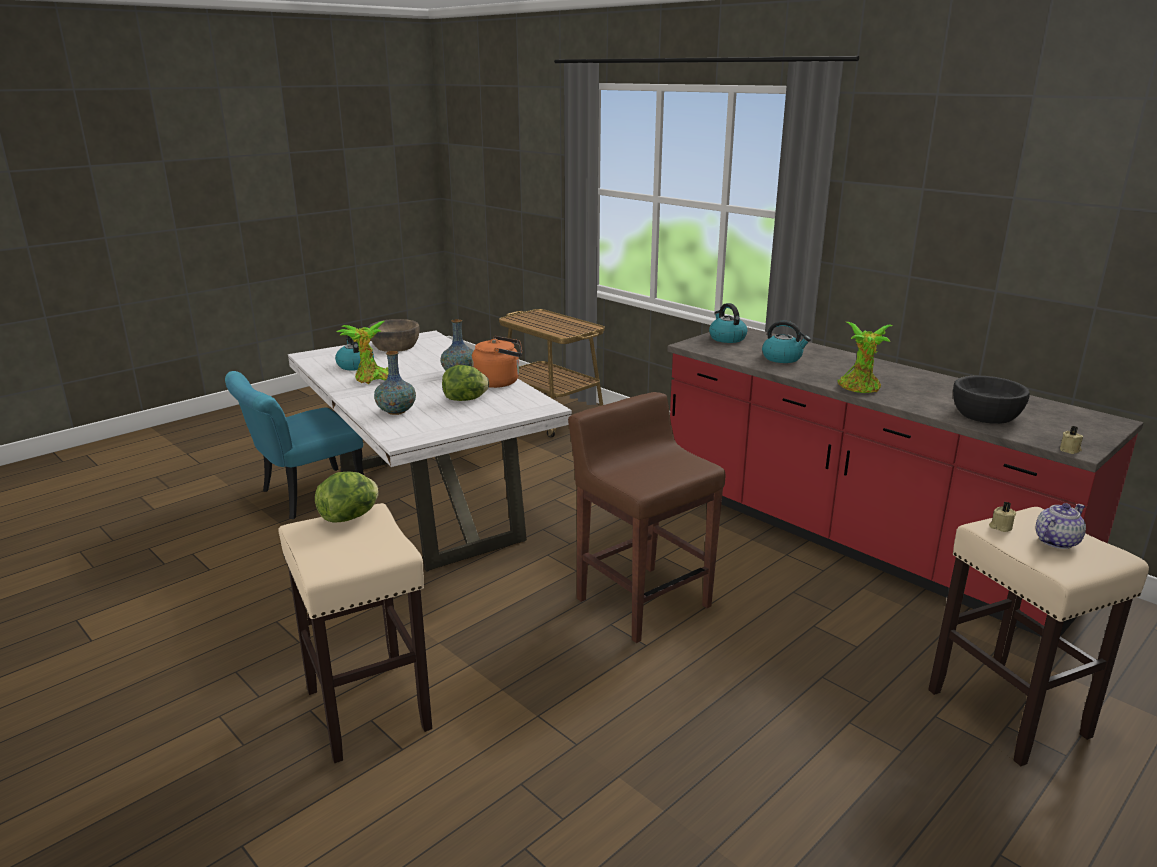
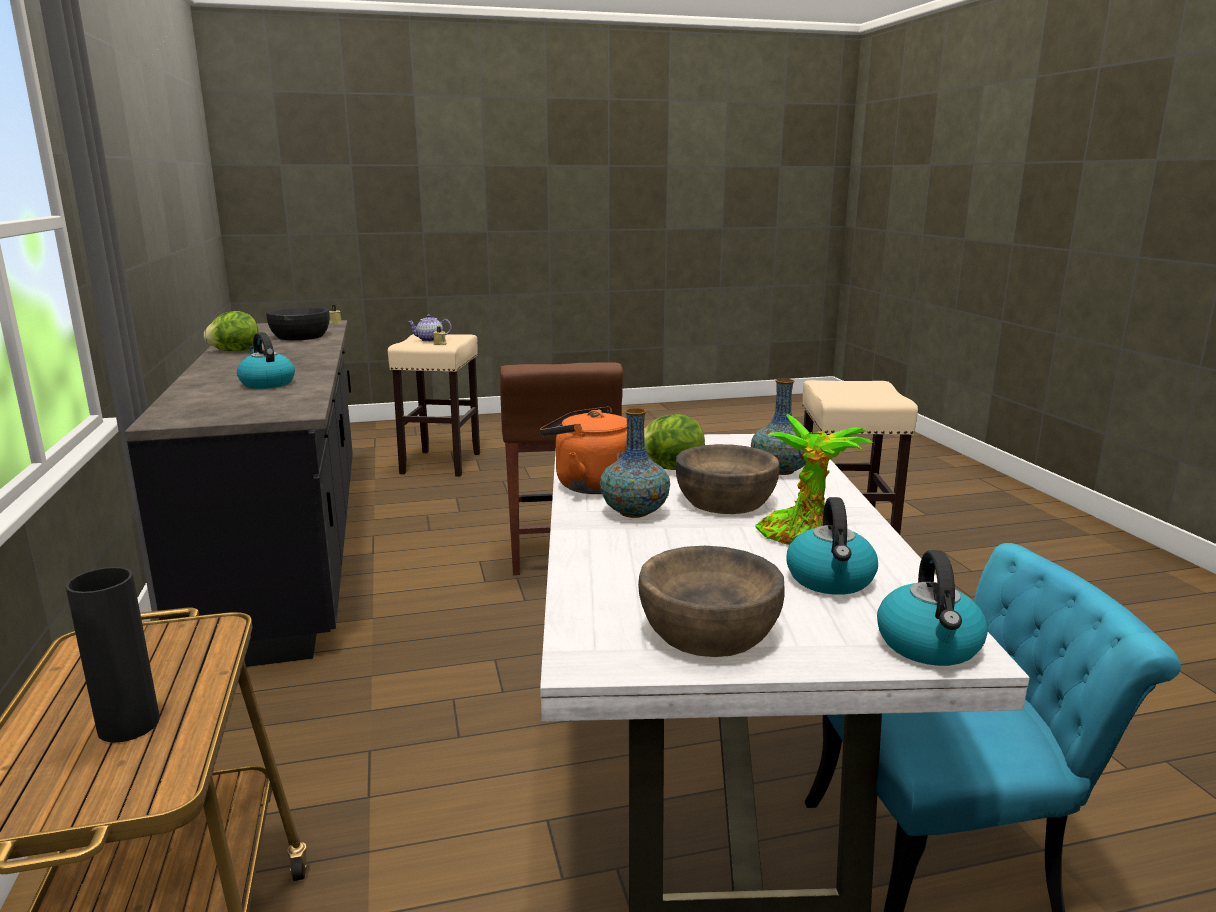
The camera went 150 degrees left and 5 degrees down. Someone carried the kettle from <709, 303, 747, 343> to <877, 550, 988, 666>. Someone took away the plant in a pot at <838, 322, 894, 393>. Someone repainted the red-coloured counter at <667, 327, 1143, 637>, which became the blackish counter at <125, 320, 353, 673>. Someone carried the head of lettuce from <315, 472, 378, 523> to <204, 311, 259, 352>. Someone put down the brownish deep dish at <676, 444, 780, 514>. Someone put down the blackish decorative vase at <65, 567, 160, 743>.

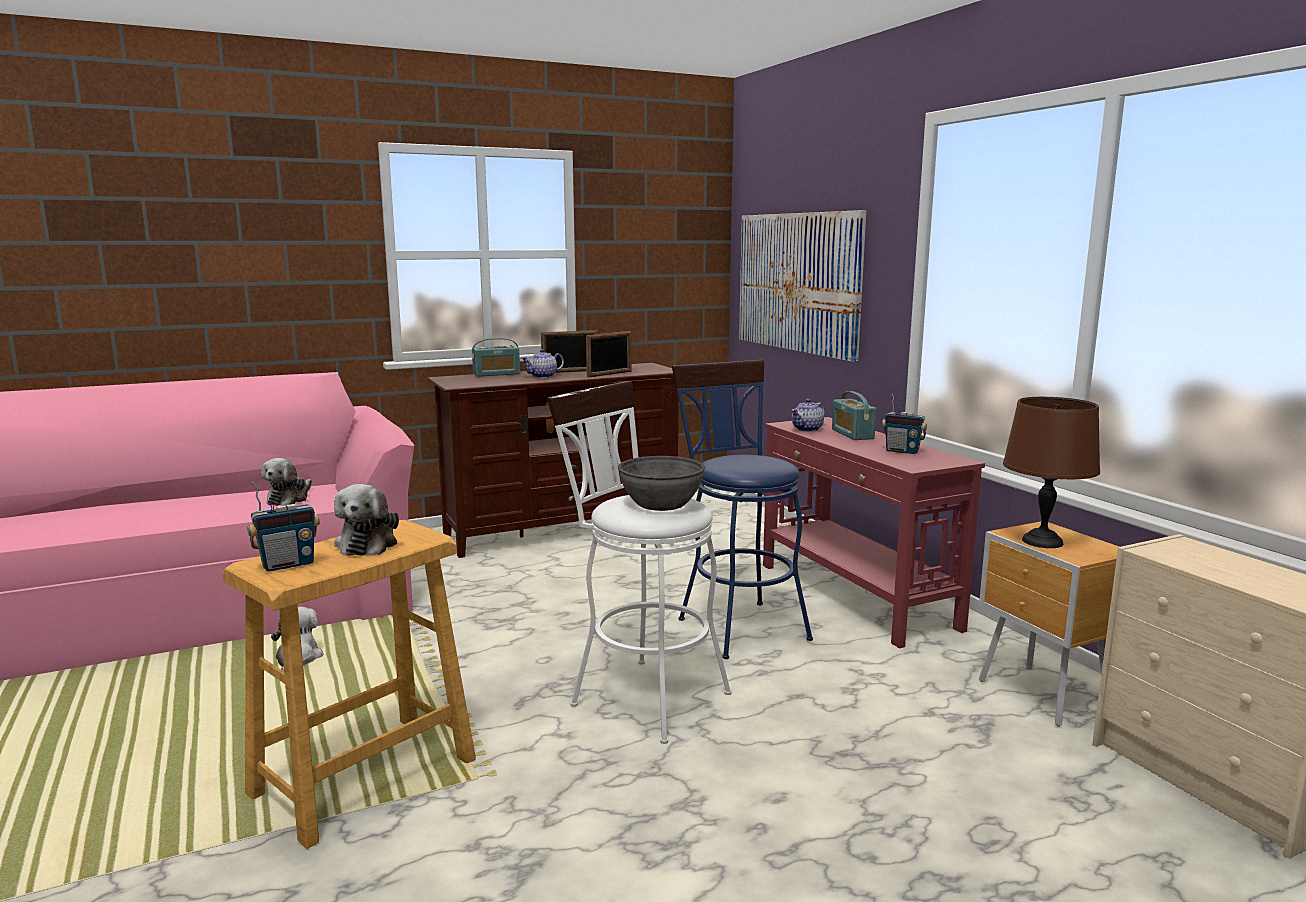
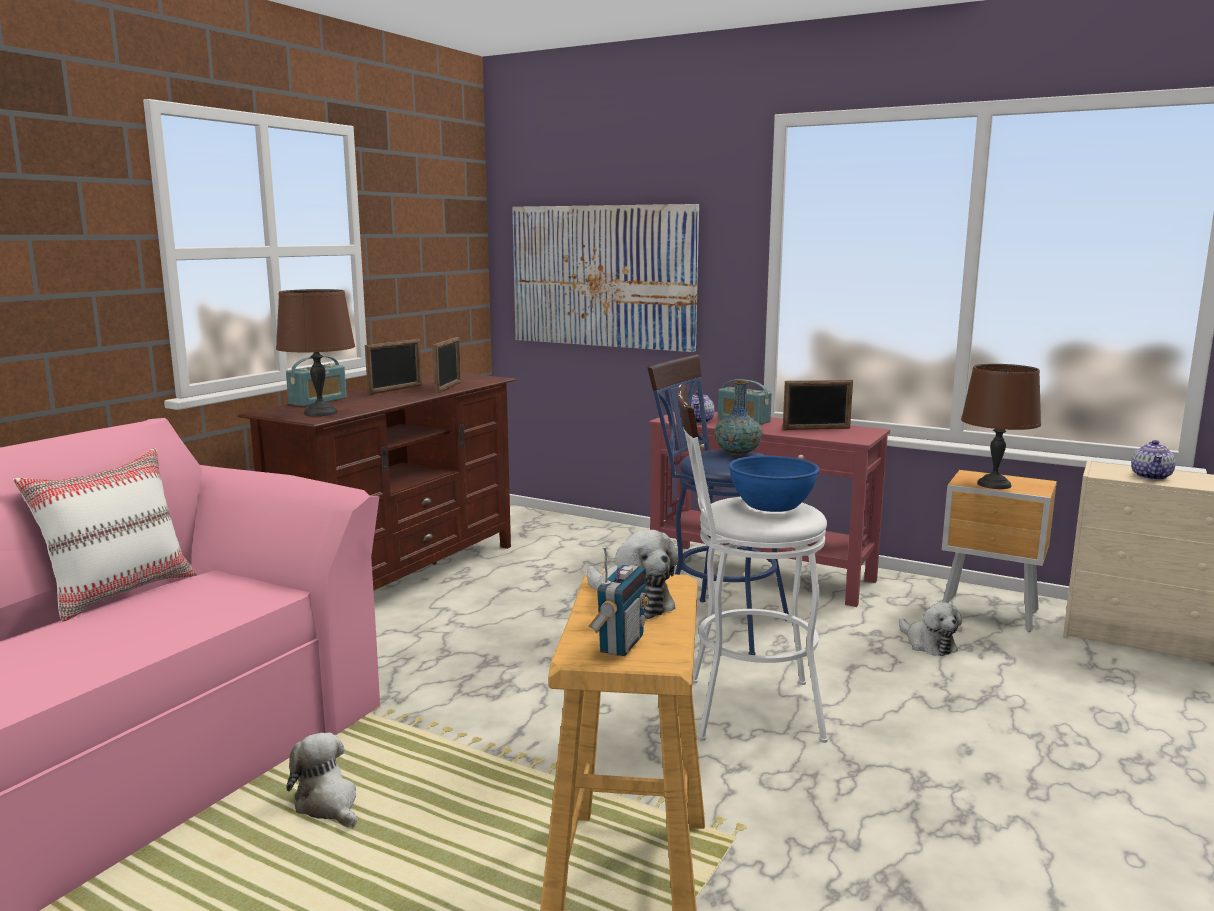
The camera went 35 degrees left and 0 degrees up. Someone carried the pot for tea from <521, 349, 564, 378> to <1131, 440, 1176, 480>. Someone swapped the radio set at <882, 393, 927, 454> for the photo frame at <783, 380, 853, 430>. Someone repainted the grey deep dish at <618, 456, 705, 511>, which became the blue-coloured deep dish at <728, 456, 820, 512>. Someone carried the cuddly toy from <261, 458, 312, 506> to <899, 602, 962, 656>. Someone put down the brownish lamp for a table at <276, 289, 355, 416>. Someone put down the decorative vase at <714, 381, 762, 455>. Someone put down the white-coloured cushion at <13, 448, 197, 622>.

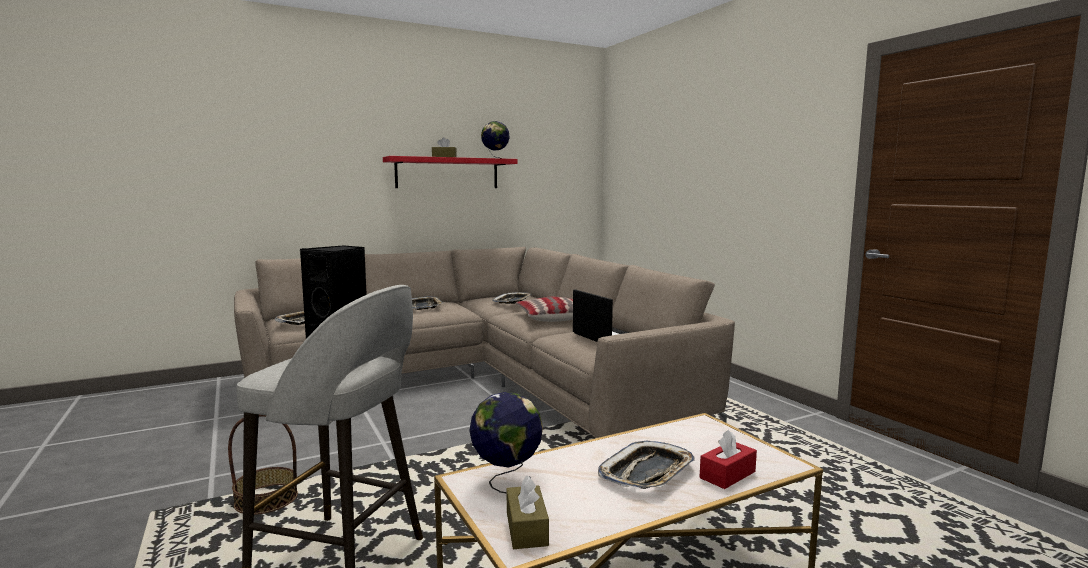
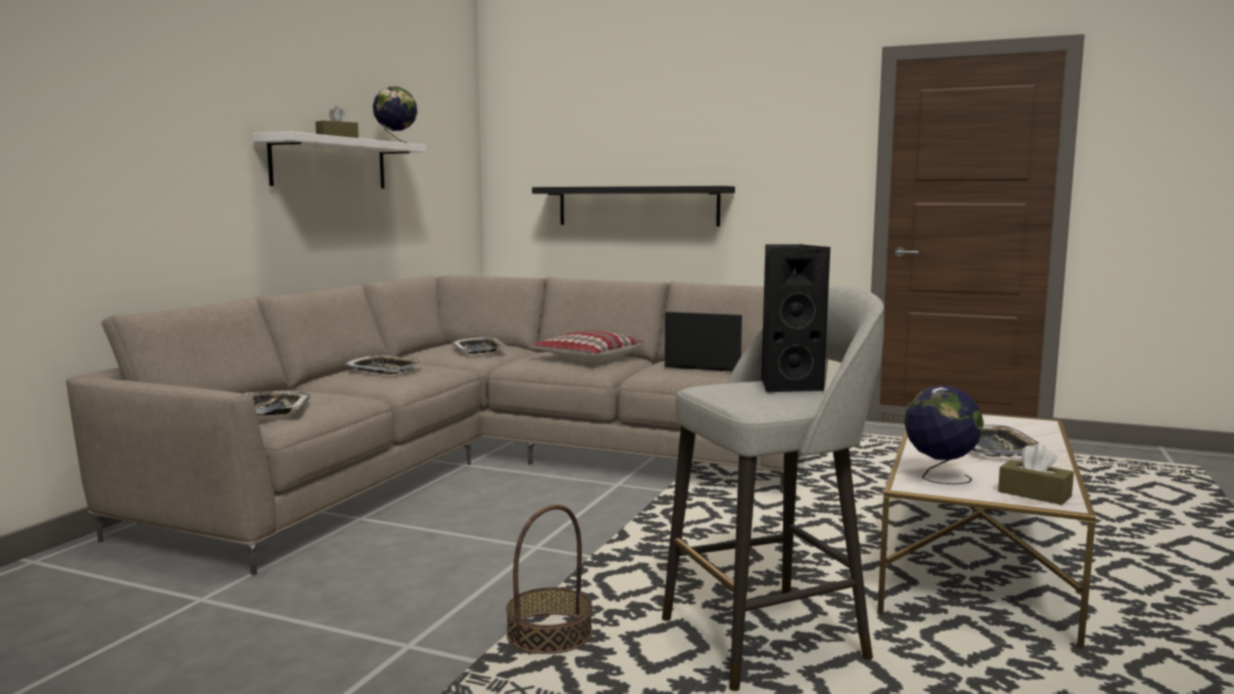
The camera went 40 degrees left and 0 degrees up. Someone repainted the red-coloured bracket shelf at <383, 156, 518, 188>, which became the white-coloured bracket shelf at <252, 131, 426, 188>. Someone took away the red-coloured box of tissues at <700, 430, 757, 489>. Someone put up the blackish bracket shelf at <532, 186, 735, 226>.

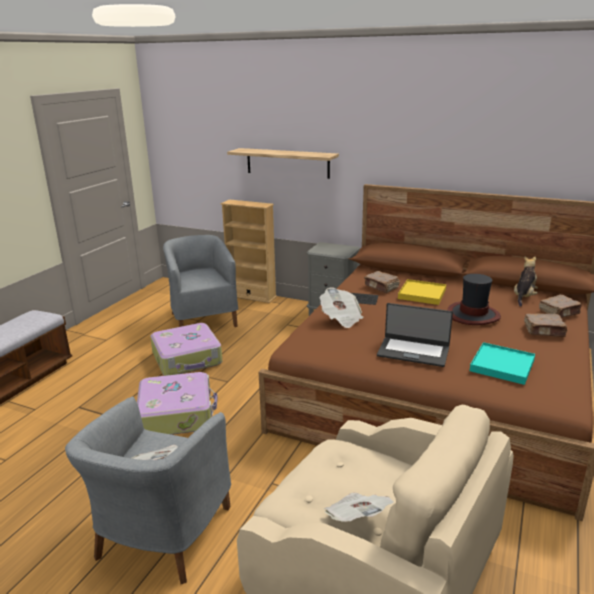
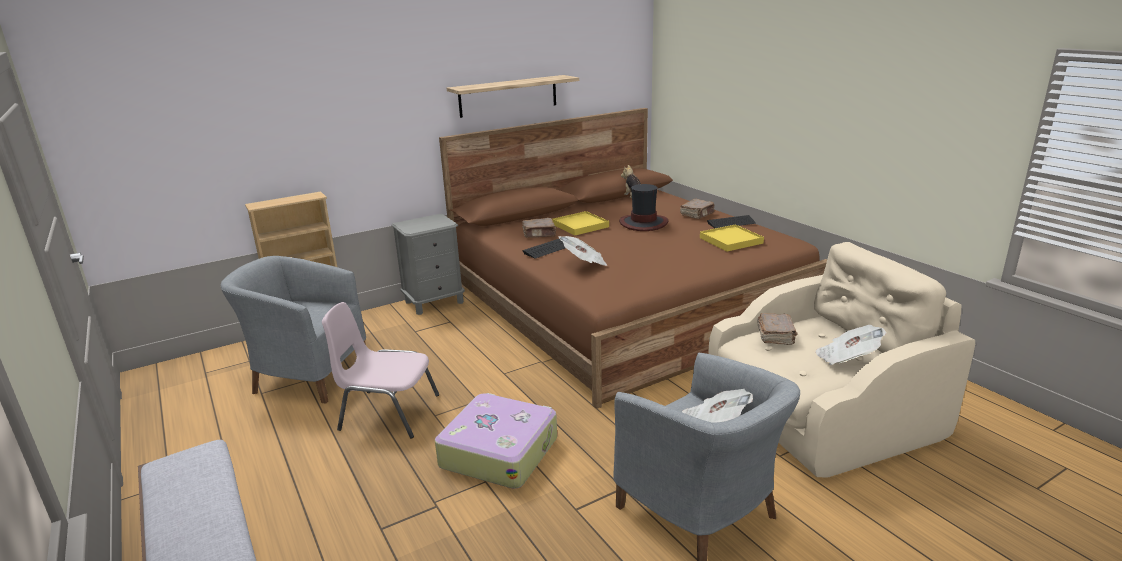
The camera went 55 degrees left and 0 degrees up. Someone carried the bracket shelf from <227, 148, 339, 179> to <447, 75, 579, 118>. Someone carried the brownish book from <539, 295, 582, 318> to <757, 313, 798, 345>. Someone took away the portable computer at <377, 303, 453, 367>. Someone swapped the piece of luggage at <150, 323, 222, 376> for the pinkish chair at <322, 302, 439, 438>. Someone repainted the turquoise carrying tray at <470, 342, 535, 385>, which became the yellowish carrying tray at <700, 224, 764, 251>. Someone put down the computer keyboard at <707, 215, 756, 228>.

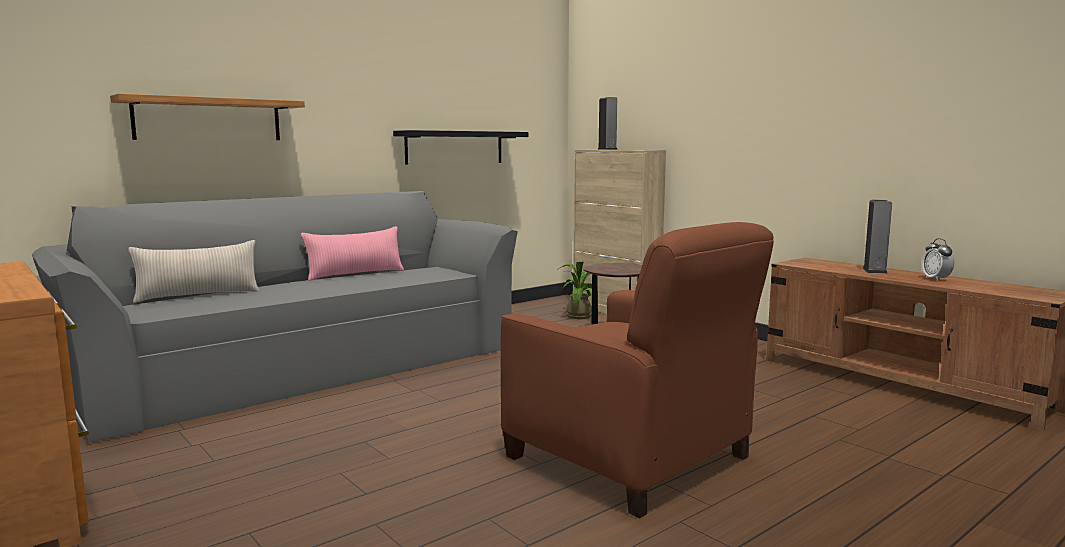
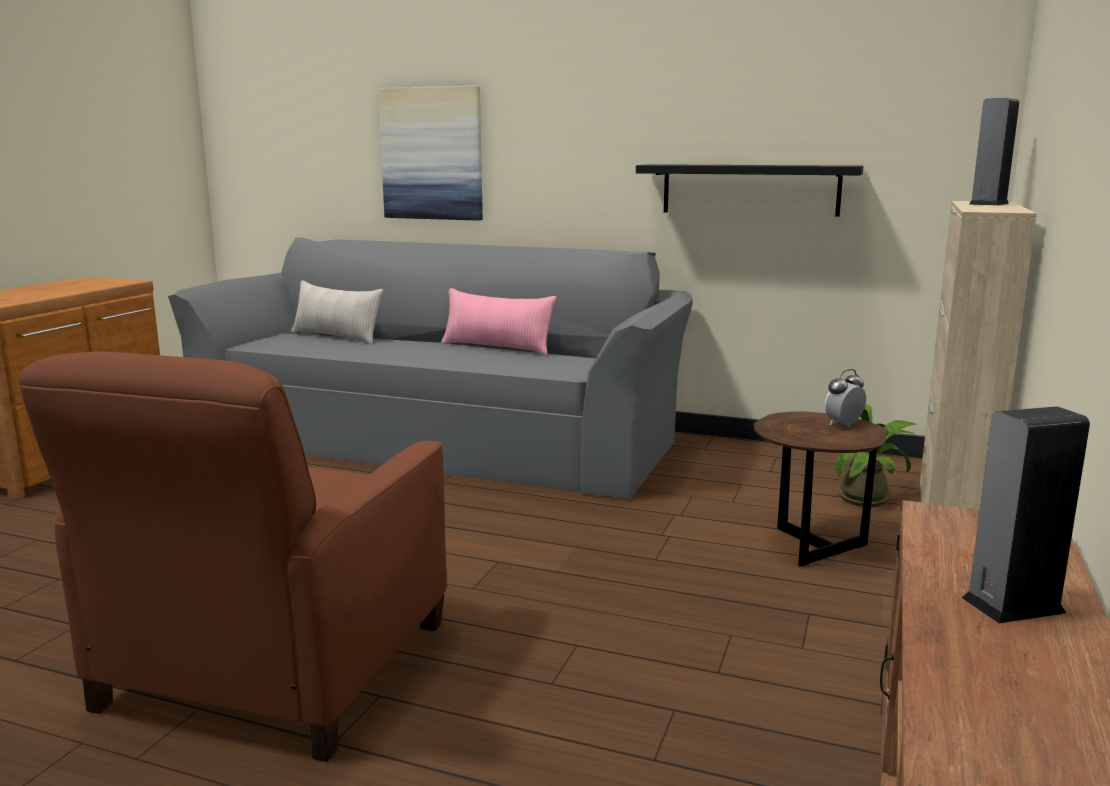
The camera went 60 degrees right and 5 degrees up. Someone swapped the bracket shelf at <110, 93, 305, 140> for the wall picture at <378, 86, 483, 221>. Someone carried the table clock from <922, 238, 954, 281> to <824, 369, 866, 427>.

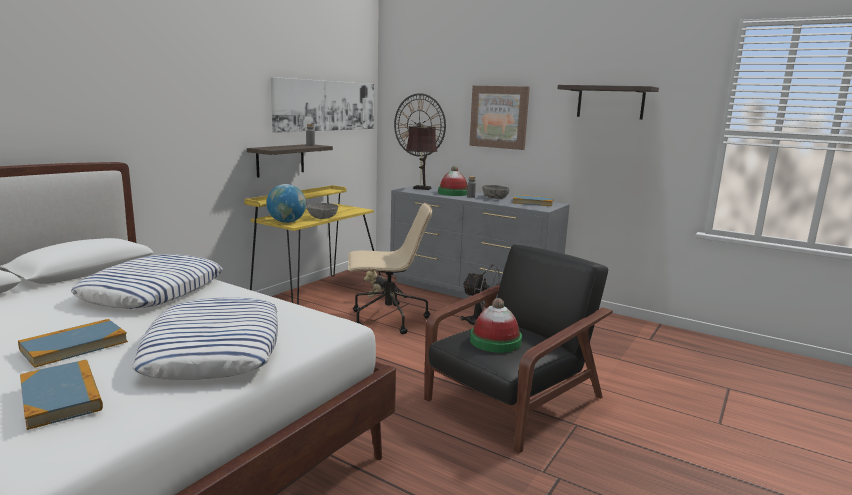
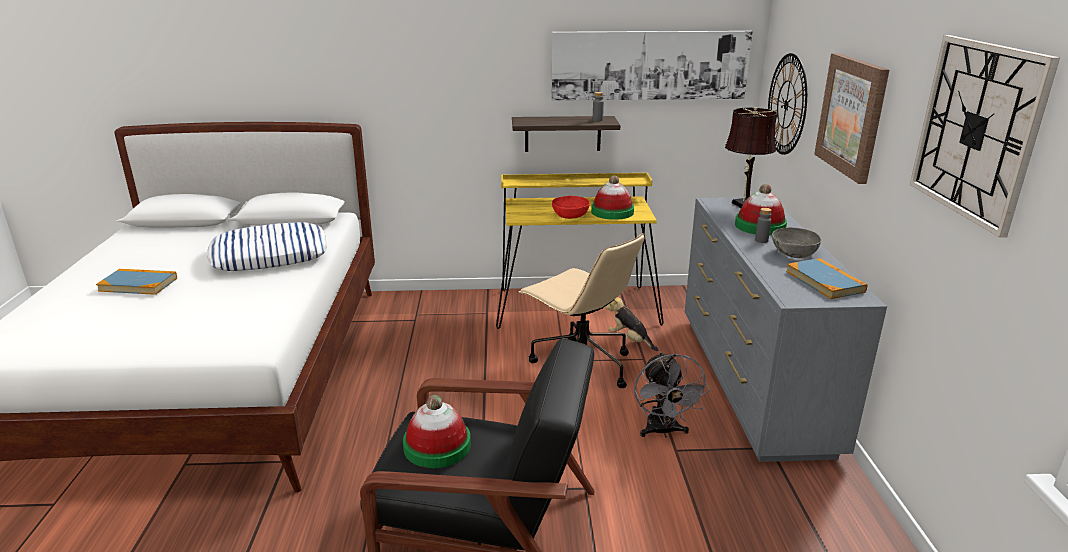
The camera went 55 degrees right and 10 degrees up. Someone swapped the bracket shelf at <558, 85, 659, 120> for the hanging clock at <910, 35, 1060, 238>. Someone took away the desk globe at <266, 184, 306, 223>. Someone repainted the grey deep dish at <307, 203, 338, 219>, which became the red-coloured deep dish at <552, 196, 590, 219>. Someone took away the cushion at <132, 297, 278, 380>. Someone took away the book at <20, 360, 103, 430>. Someone put down the hat at <591, 175, 634, 220>.

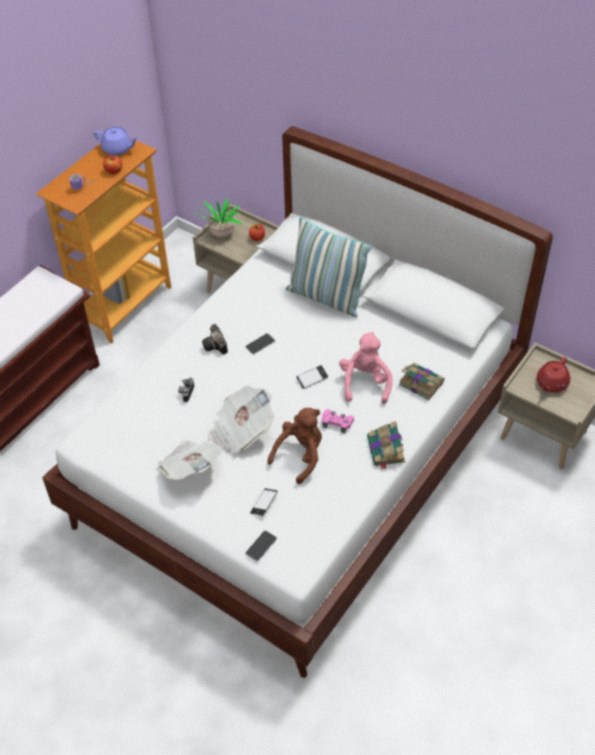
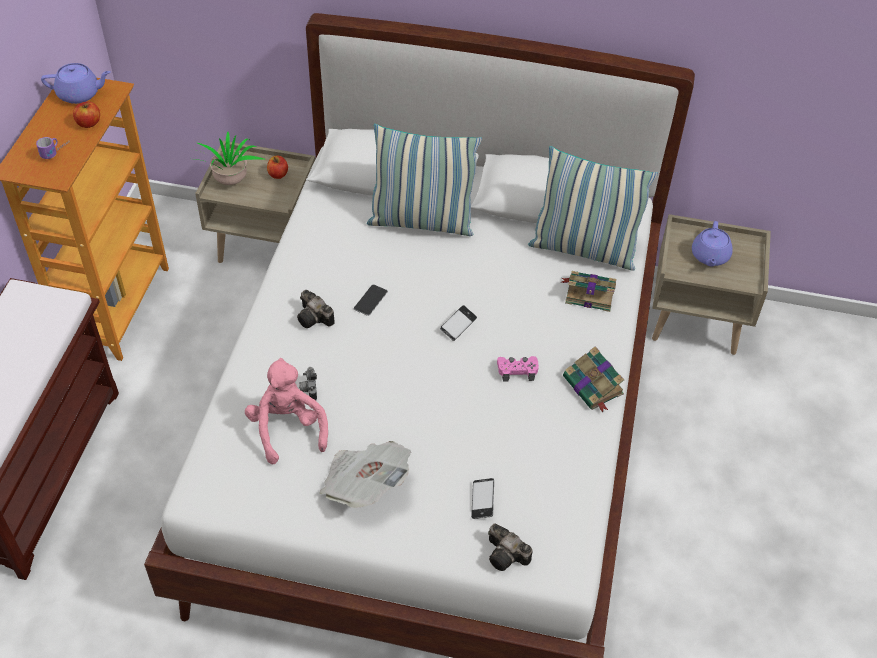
The camera went 25 degrees left and 0 degrees up. Someone carried the pinkish cuddly toy from <339, 332, 393, 404> to <245, 358, 328, 464>. Someone repainted the red-coloured pot for tea at <537, 357, 570, 392>, which became the purple pot for tea at <692, 221, 733, 266>. Someone took away the printed paper at <208, 386, 274, 455>. Someone took away the brownish cuddly toy at <267, 408, 322, 484>. Someone swapped the phone at <245, 530, 277, 561> for the still camera at <488, 524, 533, 571>. Someone put down the cushion at <528, 146, 658, 271>.

